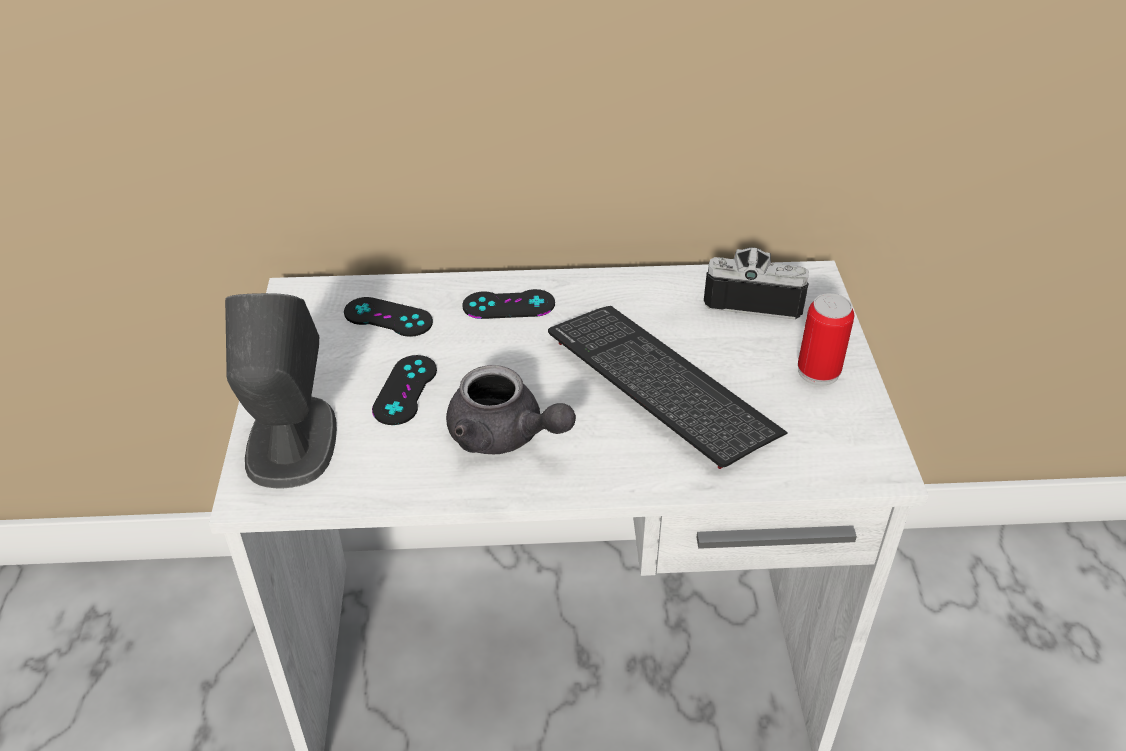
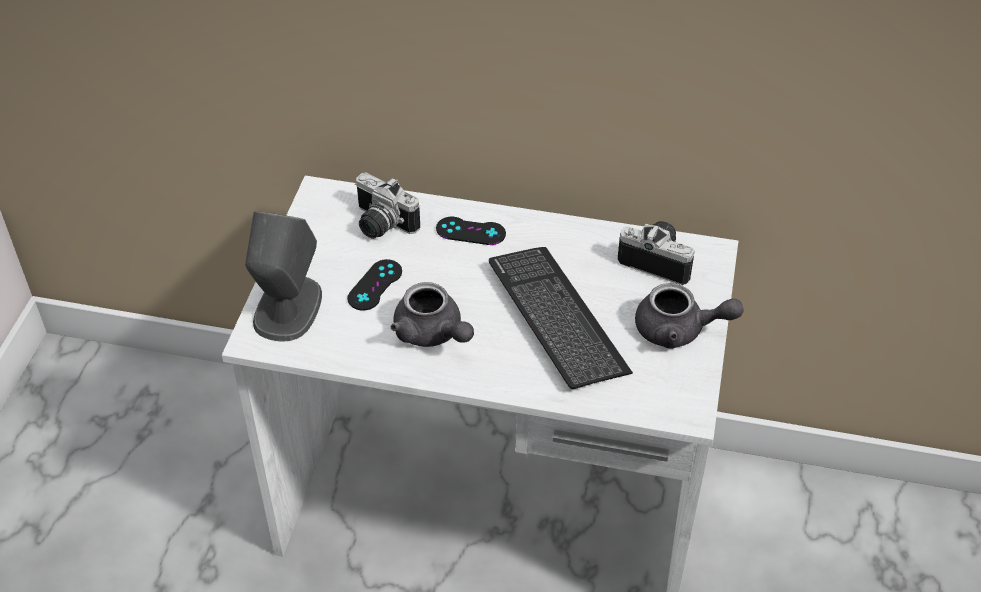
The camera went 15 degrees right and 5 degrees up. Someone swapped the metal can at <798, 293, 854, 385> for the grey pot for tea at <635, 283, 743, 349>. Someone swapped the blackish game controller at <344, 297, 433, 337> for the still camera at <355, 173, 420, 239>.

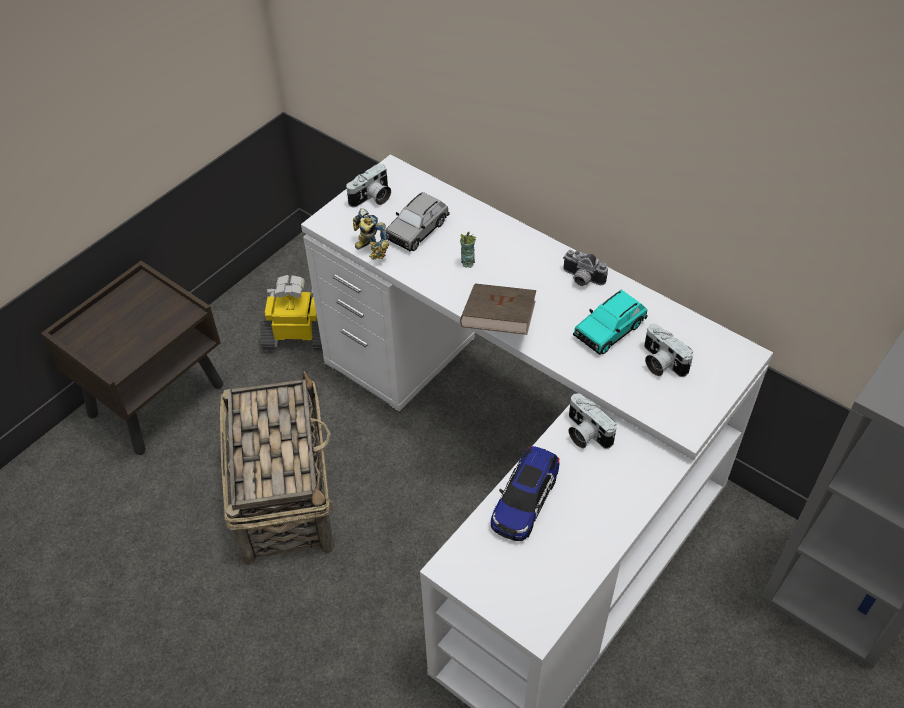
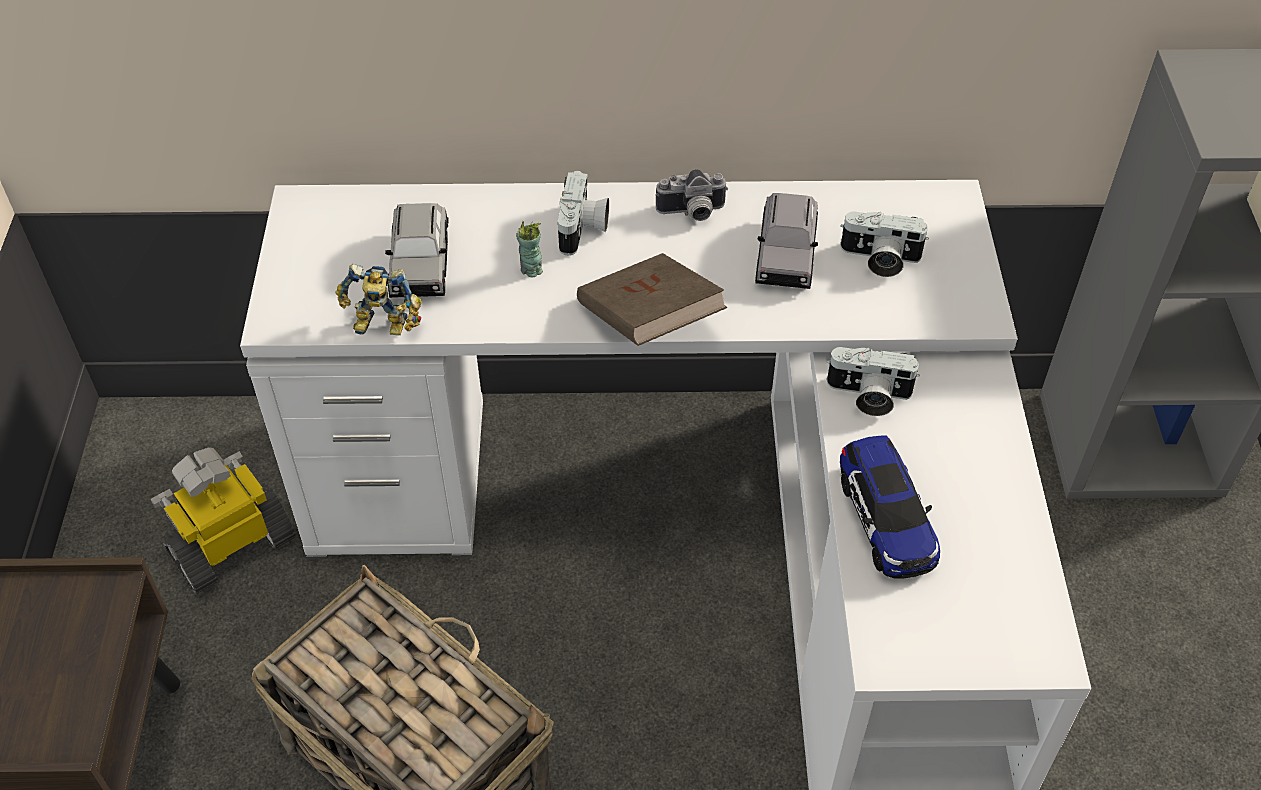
The camera went 40 degrees left and 0 degrees up. Someone carried the still camera from <346, 163, 391, 207> to <558, 170, 609, 256>. Someone repainted the turquoise toy car at <573, 290, 648, 355>, which became the grey toy car at <755, 193, 818, 289>.

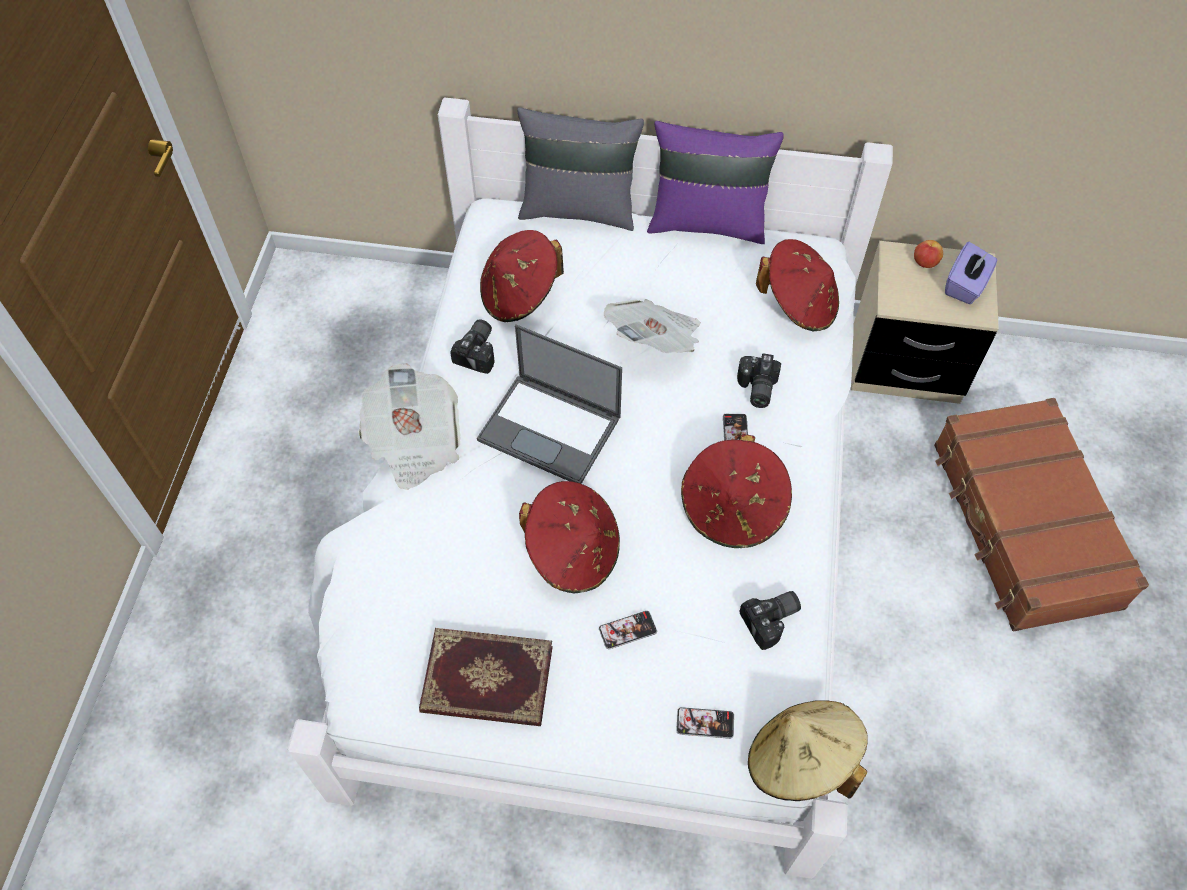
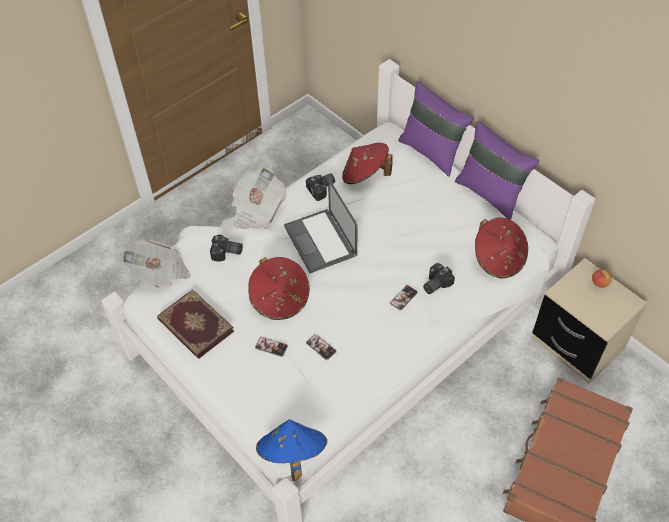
The camera went 40 degrees right and 5 degrees down. Someone repainted the grey cushion at <517, 107, 644, 231>, which became the purple cushion at <398, 81, 474, 177>. Someone took away the purple box of tissues at <945, 242, 997, 304>. Someone carried the printed paper from <604, 299, 700, 353> to <120, 238, 191, 287>. Someone took away the red-coloured hat at <681, 434, 792, 548>. Someone carried the still camera from <739, 591, 801, 650> to <210, 234, 243, 262>. Someone repainted the beige hat at <748, 700, 868, 801>, which became the blue-coloured hat at <256, 419, 327, 481>. Someone carried the phone from <676, 707, 734, 739> to <306, 334, 337, 360>.

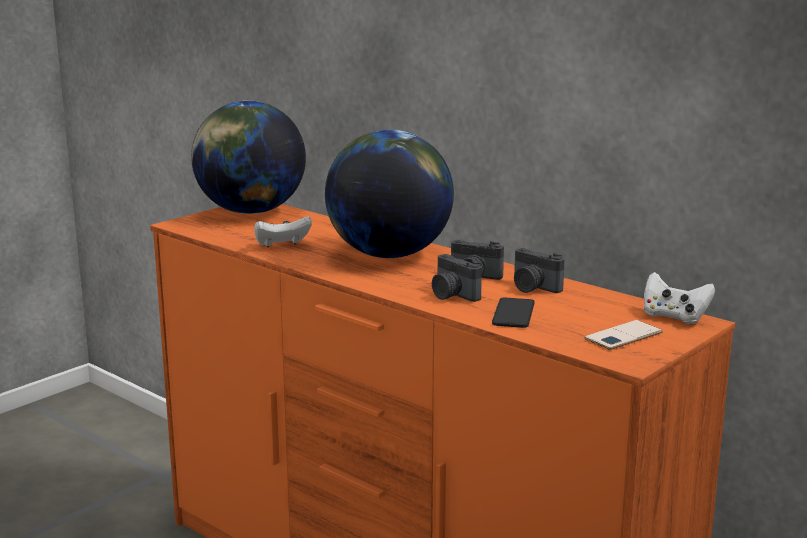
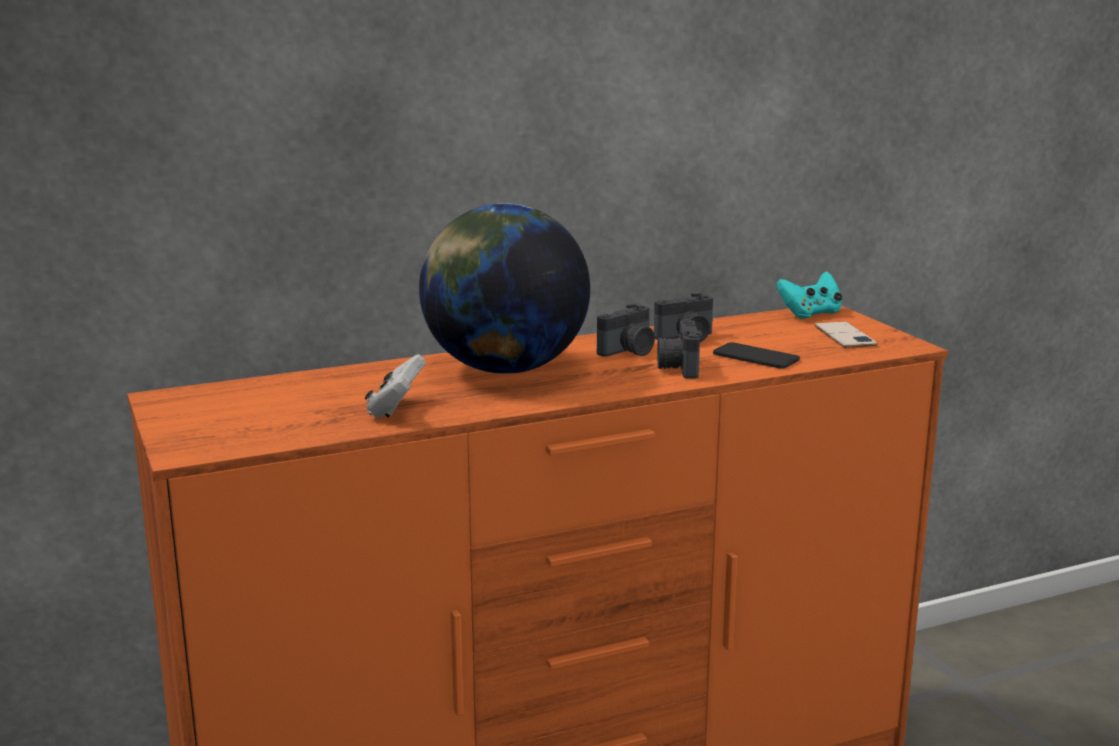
The camera went 65 degrees left and 0 degrees up. Someone took away the desk globe at <191, 101, 306, 214>. Someone rotated the still camera at <432, 254, 482, 302> by 105 degrees clockwise. Someone repainted the white-coloured game controller at <643, 272, 715, 324>, which became the turquoise game controller at <776, 271, 842, 319>.

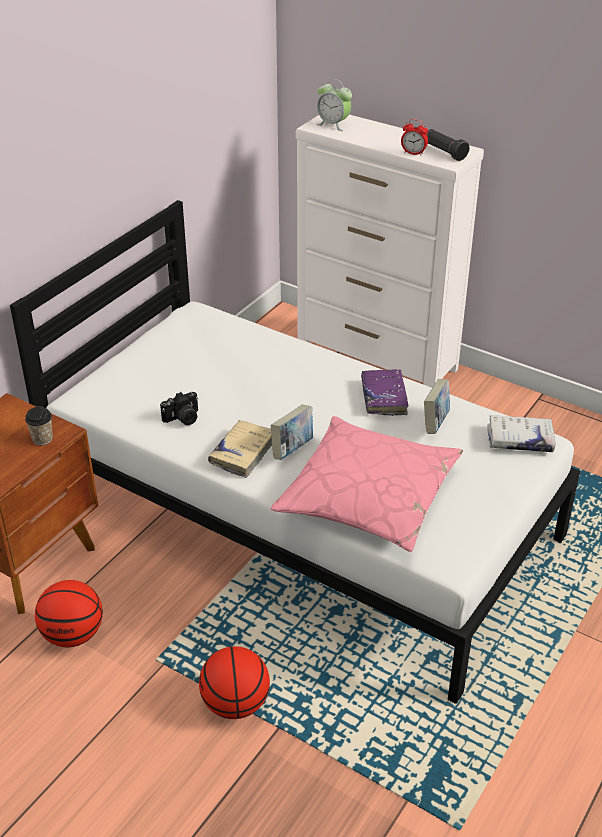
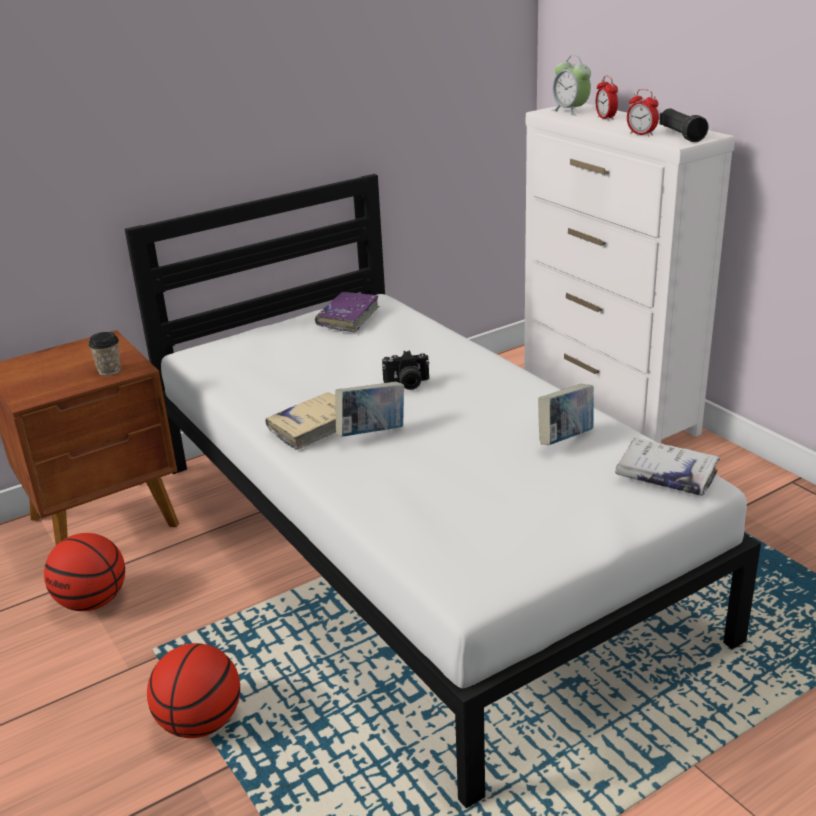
The camera went 25 degrees right and 10 degrees down. Someone carried the purple book from <361, 369, 408, 416> to <315, 292, 379, 332>. Someone carried the still camera from <160, 392, 198, 425> to <382, 350, 430, 390>. Someone took away the pinkish cushion at <271, 416, 463, 552>. Someone put down the table clock at <596, 75, 618, 120>.

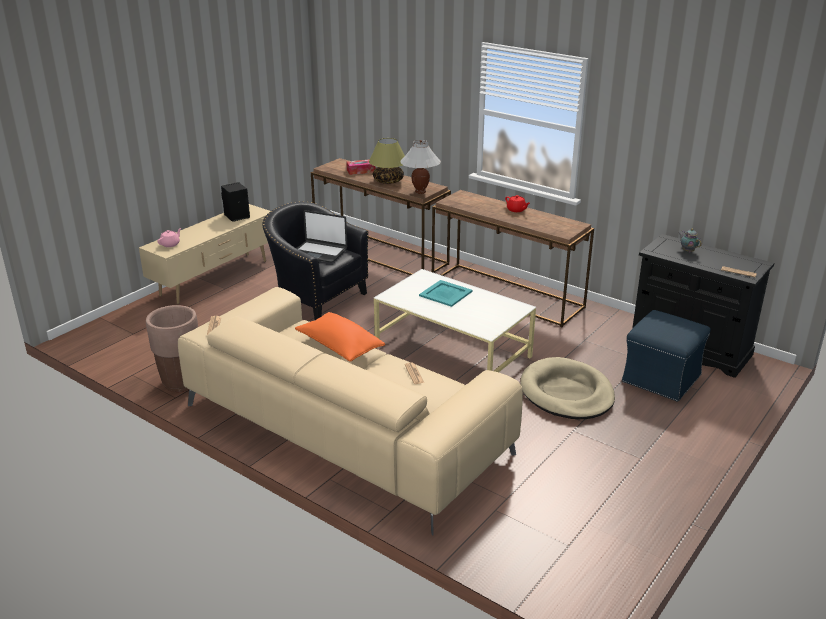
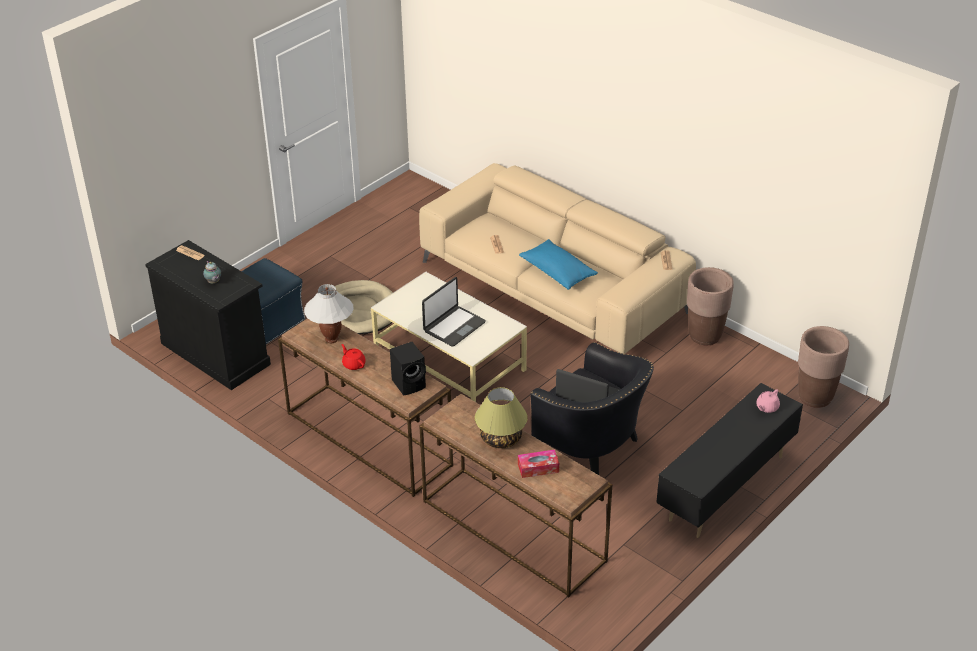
The camera went 175 degrees left and 10 degrees up. Someone carried the white-coloured lamp for a table from <400, 140, 441, 194> to <304, 284, 354, 343>. Someone carried the blackish loudspeaker from <221, 182, 250, 222> to <390, 342, 426, 396>. Someone repainted the beige tv unit at <139, 204, 270, 304>, which became the blackish tv unit at <656, 383, 803, 538>. Someone swapped the turquoise carrying tray at <419, 280, 472, 307> for the portable computer at <422, 277, 486, 347>. Someone repainted the orangey cushion at <295, 312, 385, 362>, which became the blue-coloured cushion at <519, 239, 598, 290>. Someone put down the brownish flower pot at <798, 326, 849, 408>.

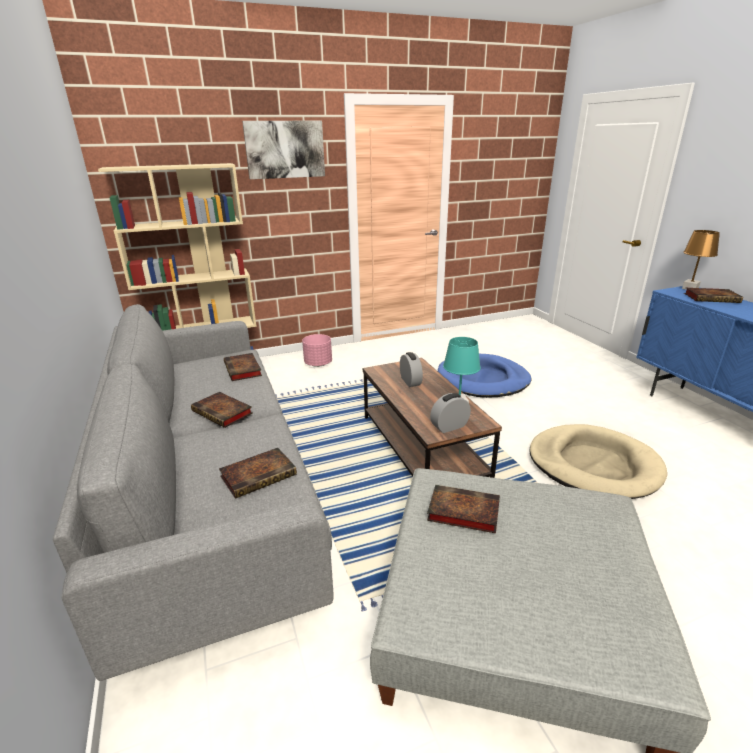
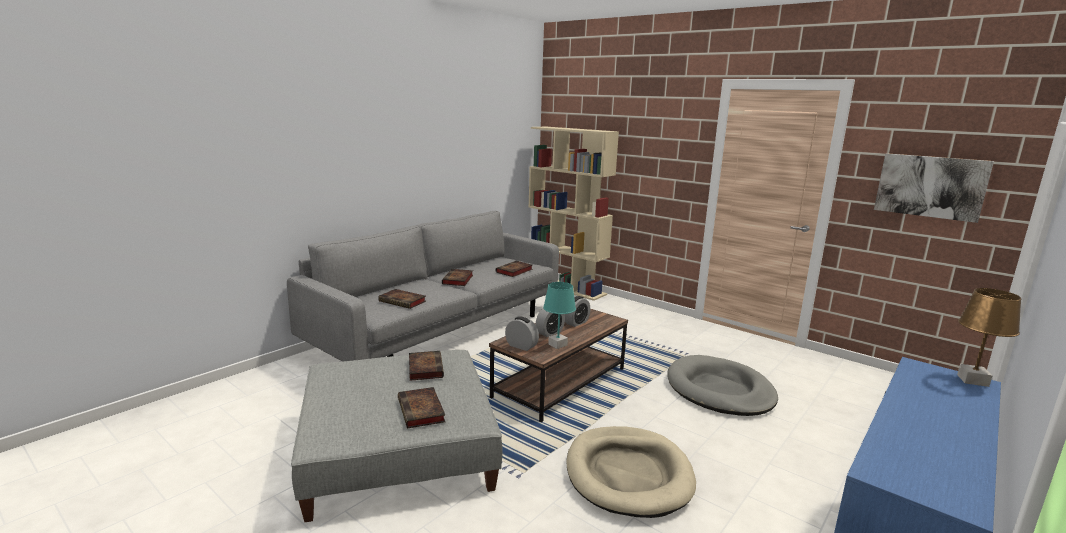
The camera went 60 degrees right and 10 degrees down. Someone carried the wall picture from <242, 121, 325, 179> to <874, 153, 994, 223>. Someone carried the book from <684, 288, 743, 303> to <398, 387, 445, 428>. Someone took away the pinkish flower pot at <302, 334, 332, 367>. Someone repainted the blue-coloured dog cushion at <438, 354, 531, 398>, which became the grey dog cushion at <667, 355, 778, 416>. Someone put down the table clock at <536, 308, 565, 337>.

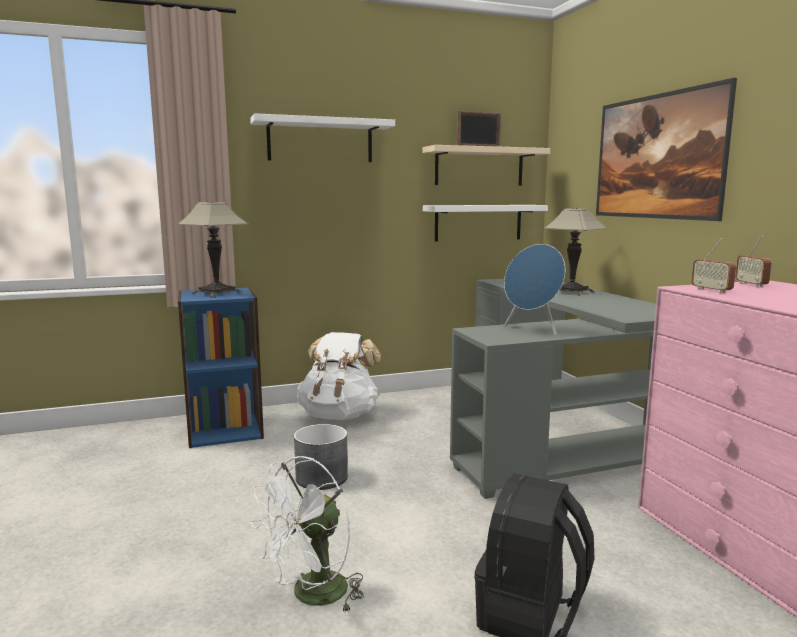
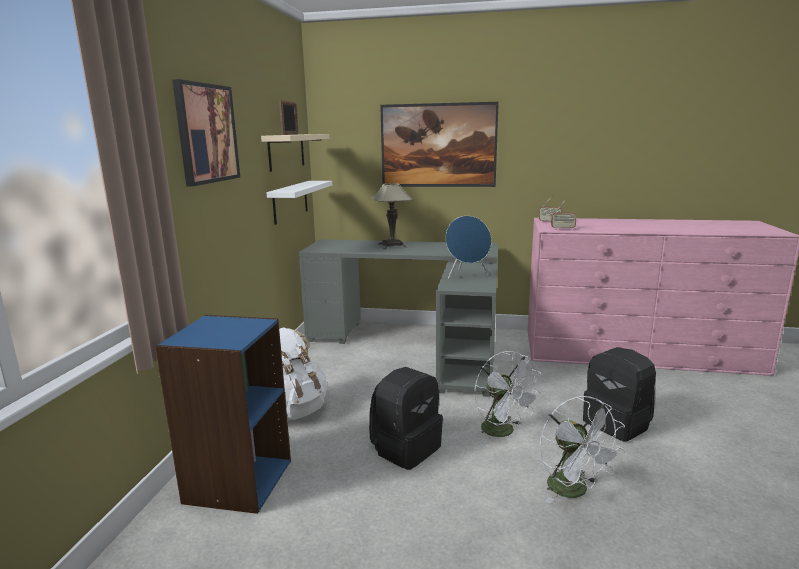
The camera went 60 degrees left and 5 degrees up. Someone swapped the white-coloured bracket shelf at <250, 113, 395, 162> for the wall picture at <172, 79, 240, 186>. Someone took away the lamp for a table at <177, 201, 249, 298>. Someone swapped the grey flower pot at <294, 424, 348, 490> for the blackish rucksack at <369, 367, 443, 470>. Someone put down the white-coloured cooling fan at <474, 351, 542, 443>.

